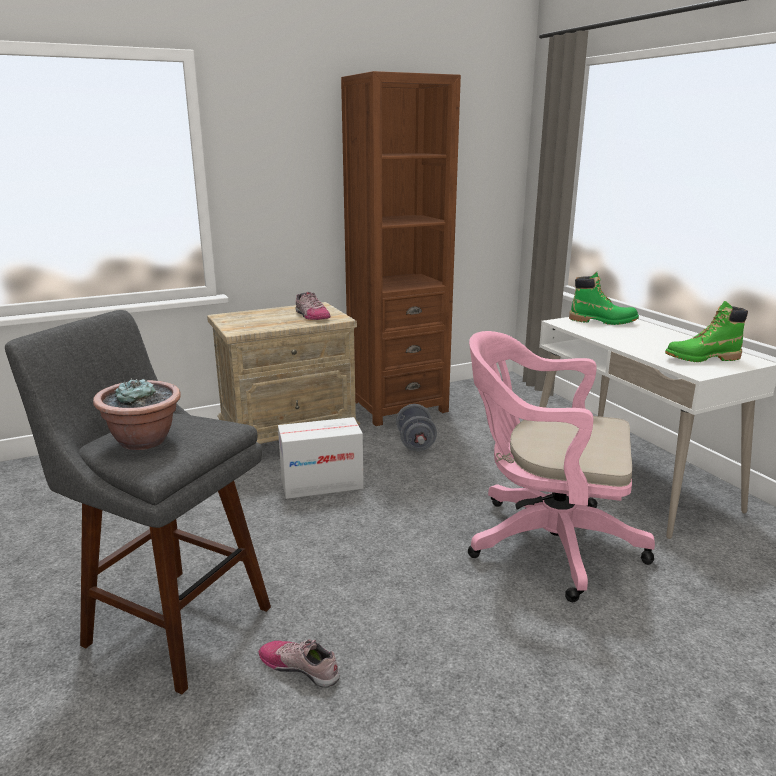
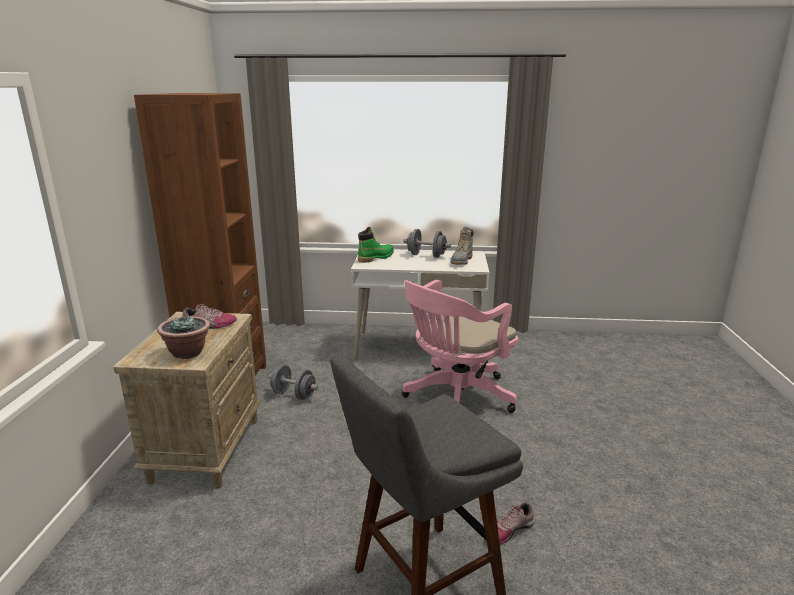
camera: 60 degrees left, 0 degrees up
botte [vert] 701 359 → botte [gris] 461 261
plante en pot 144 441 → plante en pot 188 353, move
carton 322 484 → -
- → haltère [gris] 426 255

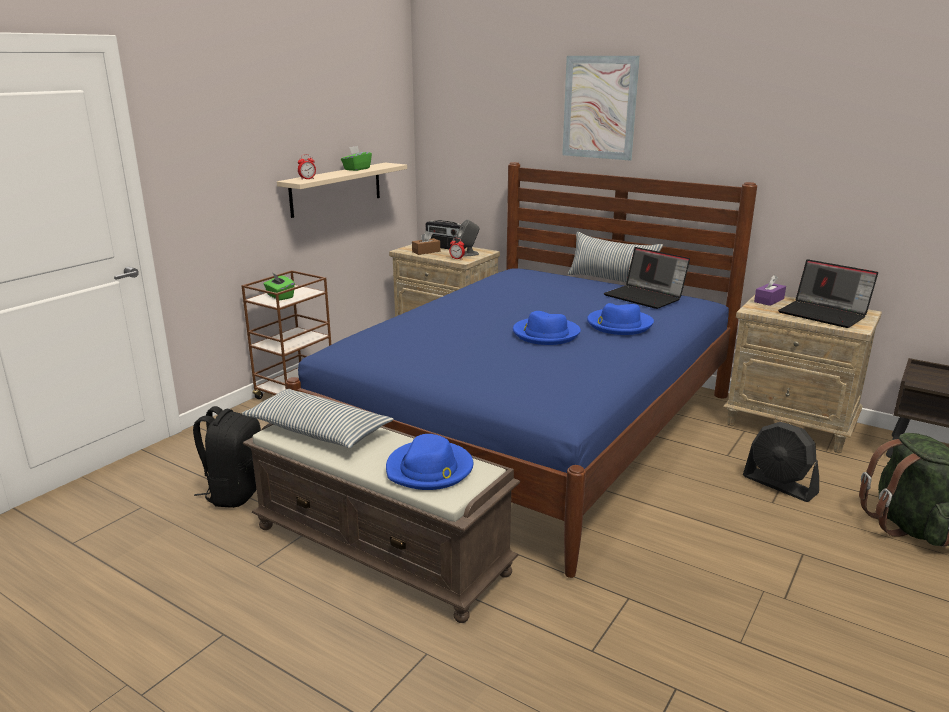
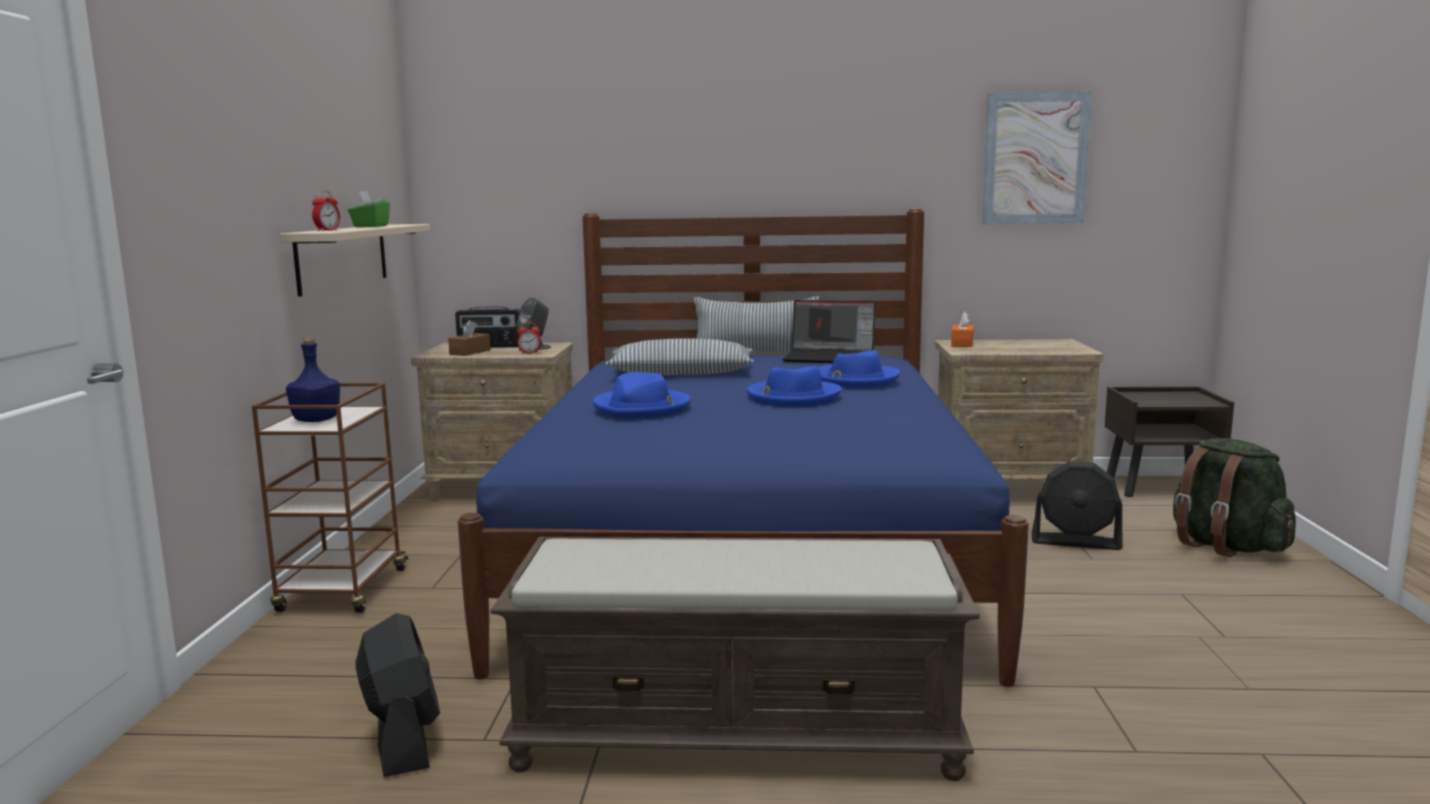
camera: 30 degrees left, 10 degrees down
tableau 599 107 → tableau 1035 158, move
ordinateur portable 824 314 → -
boîte à mouchoirs [vert] 280 296 → bouteille [bleu] 317 420
boîte à mouchoirs [violet] 769 300 → boîte à mouchoirs [orange] 962 344
coussin 318 431 → coussin 681 373, move
sac à dos [noir] 235 492 → ventilateur [noir] 403 740
chapeau [bleu] 429 469 → chapeau [bleu] 642 408, move

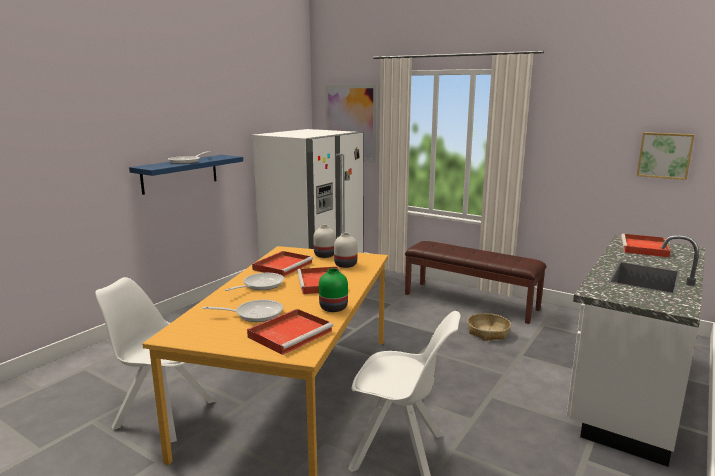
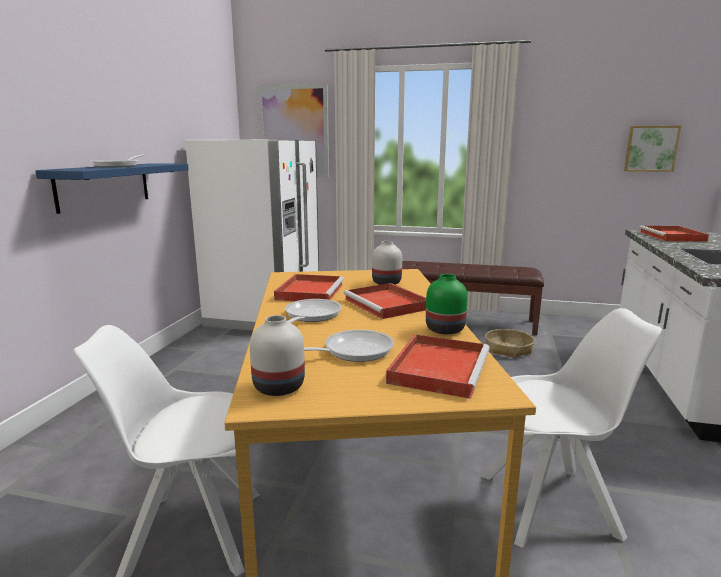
camera: 20 degrees left, 0 degrees up
vase [blanc] 324 255 → vase [blanc] 277 387, move

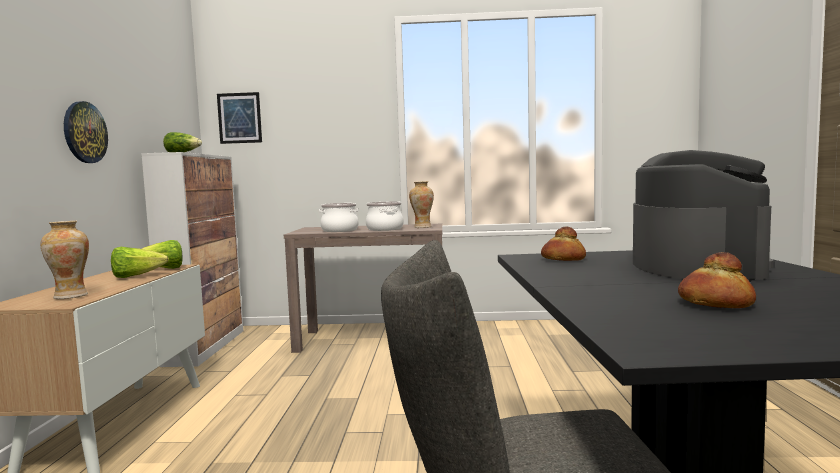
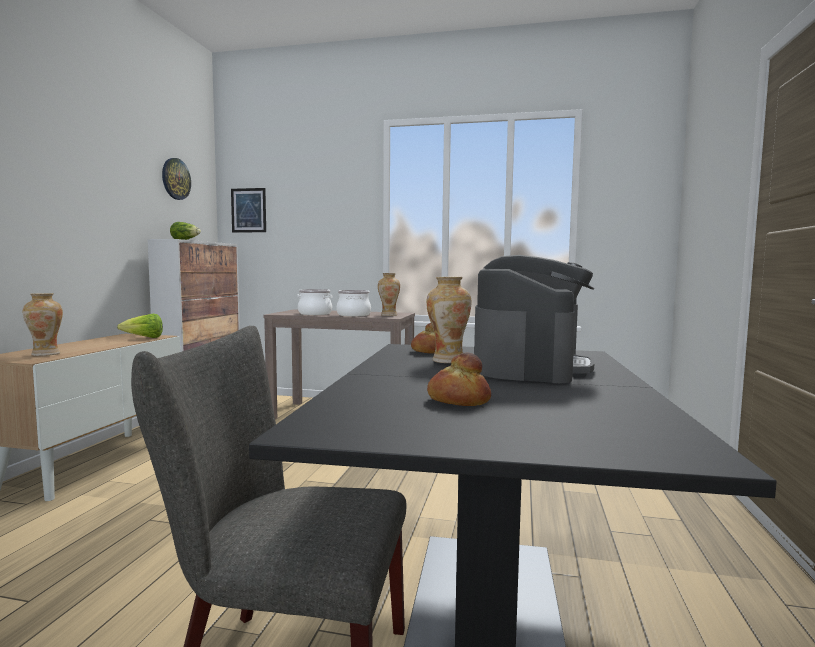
camera: 10 degrees right, 0 degrees up
horloge murale 84 132 → horloge murale 175 179, move
laitue 136 276 → -
- → vase 447 360

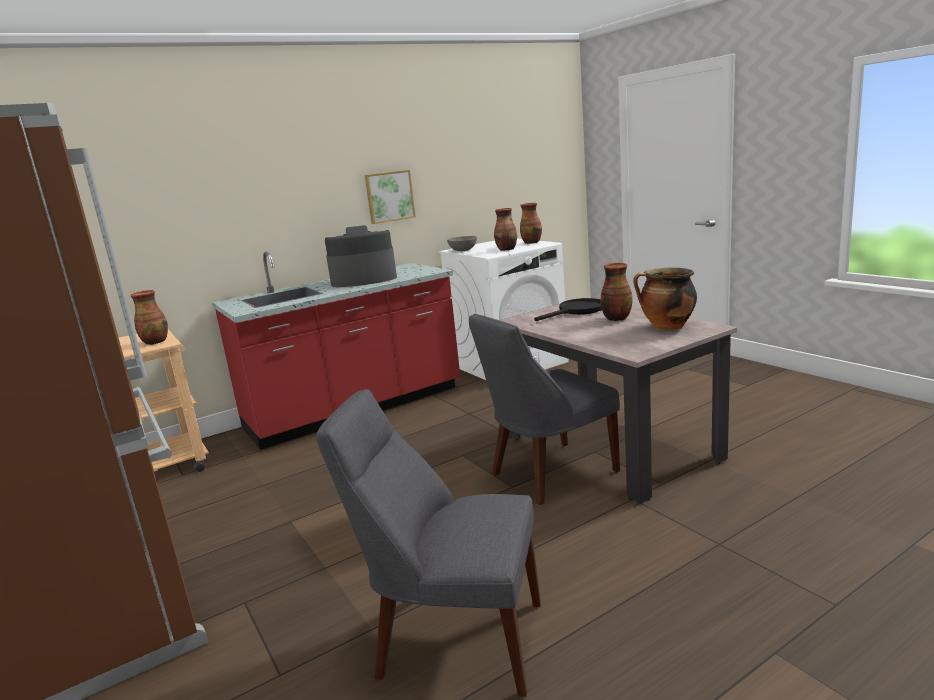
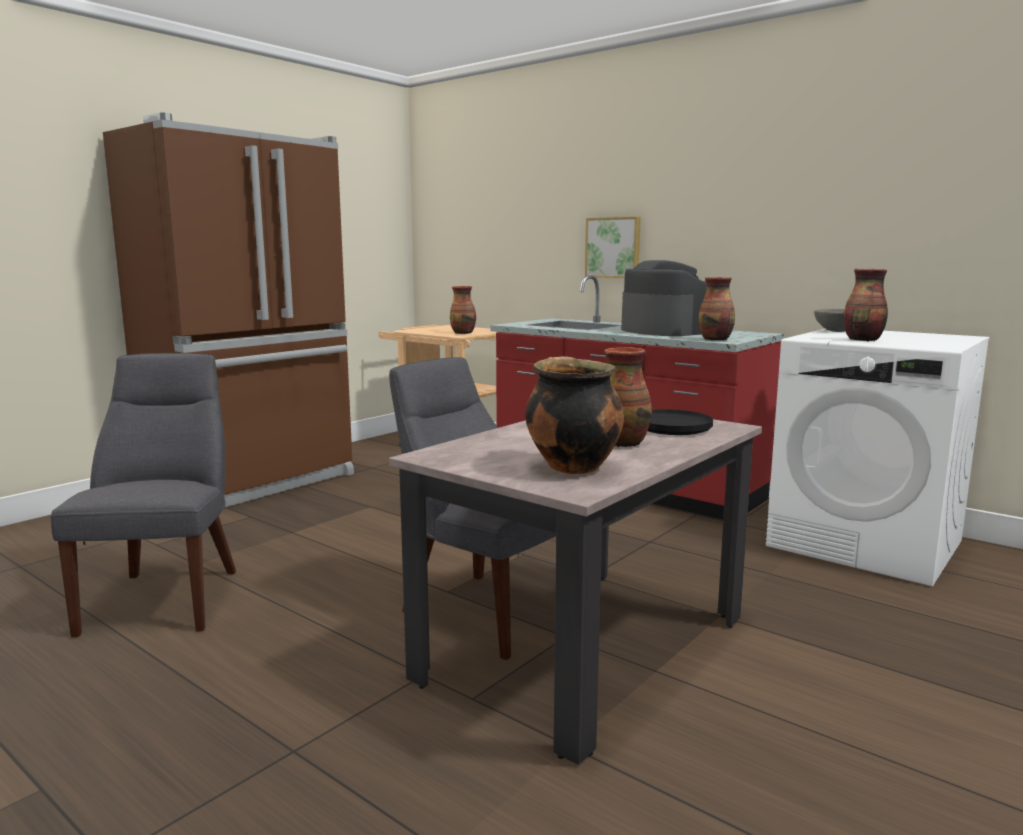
camera: 70 degrees right, 5 degrees down
tableau 389 196 → tableau 613 247, move
vase 532 242 → vase 716 339, move

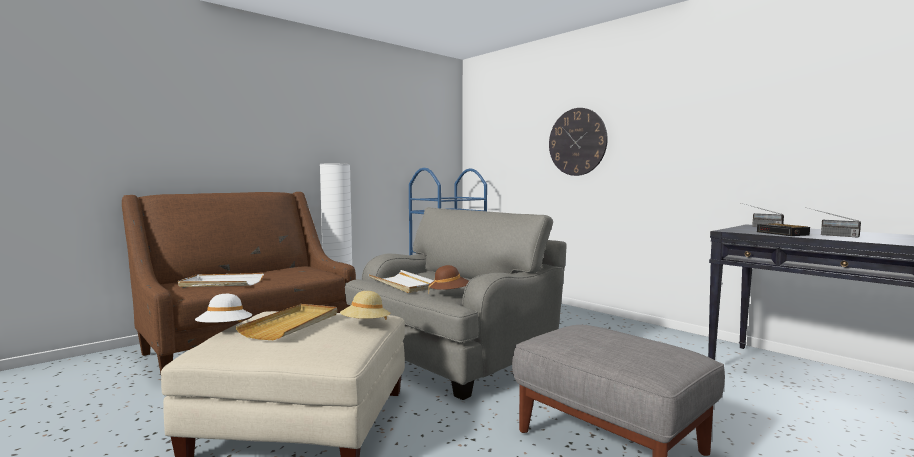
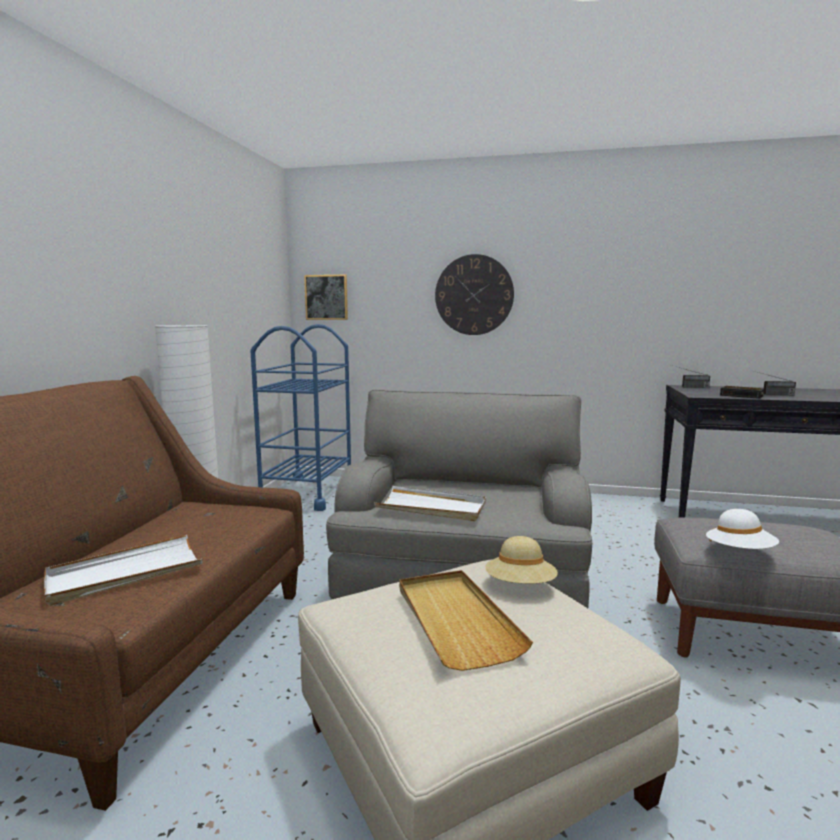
camera: 35 degrees left, 5 degrees up
chapeau [marron] 449 294 → -
chapeau [blanc] 225 329 → chapeau [blanc] 740 552, move
- → tableau 326 297

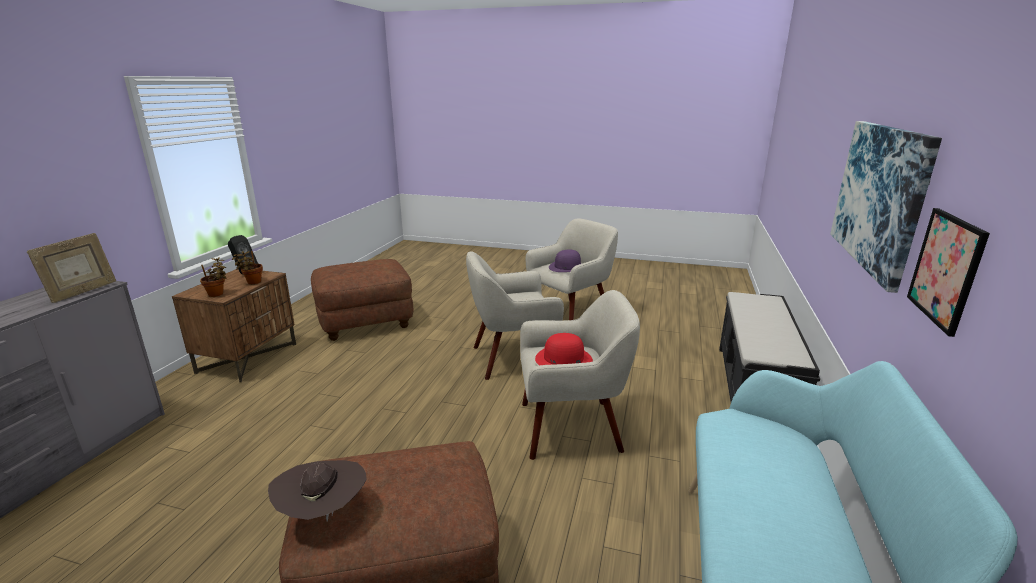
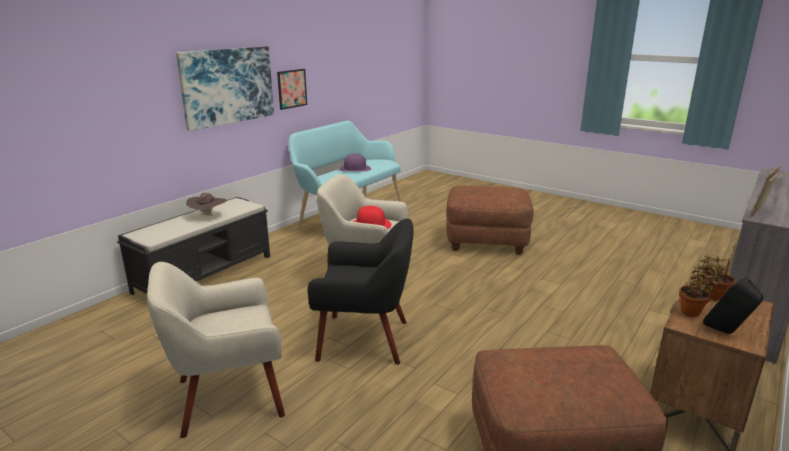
camera: 160 degrees left, 0 degrees up
chapeau [violet] 567 267 → chapeau [violet] 355 168, move
fauteuil [beige] 512 358 → fauteuil [noir] 365 339
chapeau [marron] 323 512 → chapeau [marron] 208 216, move

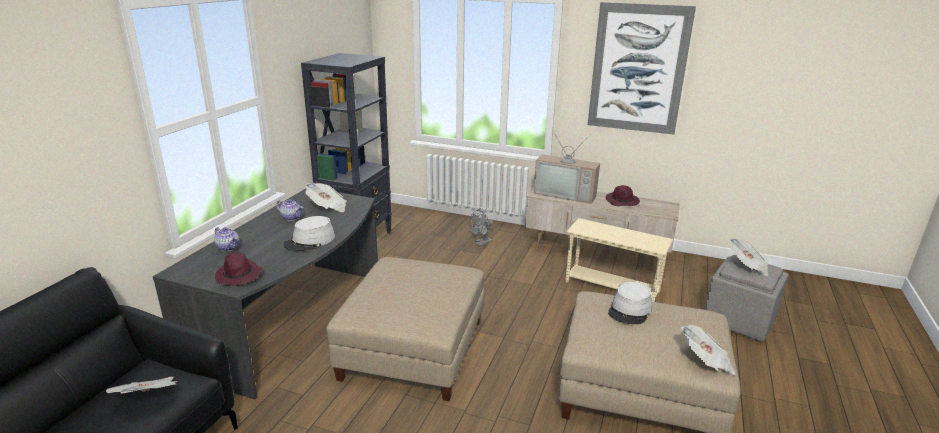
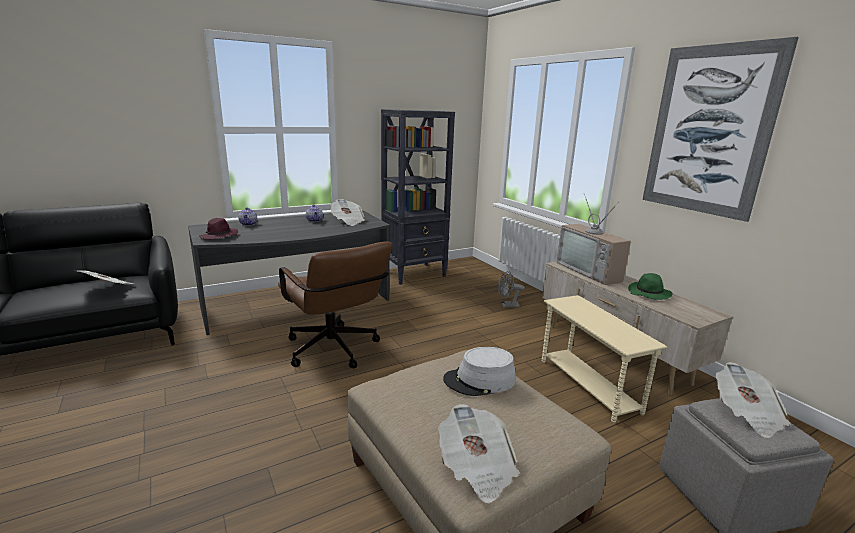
camera: 40 degrees right, 5 degrees down
chapeau [violet] 622 201 → chapeau [vert] 649 294
chapeau [gris] 310 241 → -
pouf [beige] 414 349 → chaise de bureau [marron] 335 352

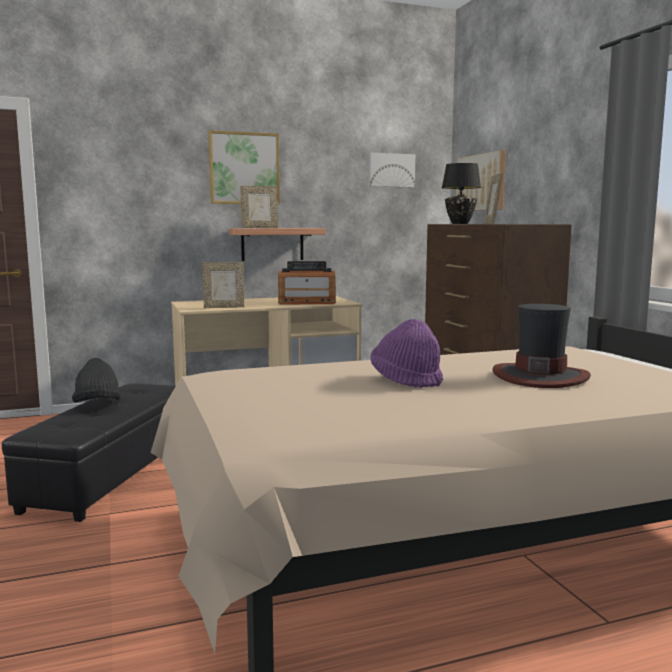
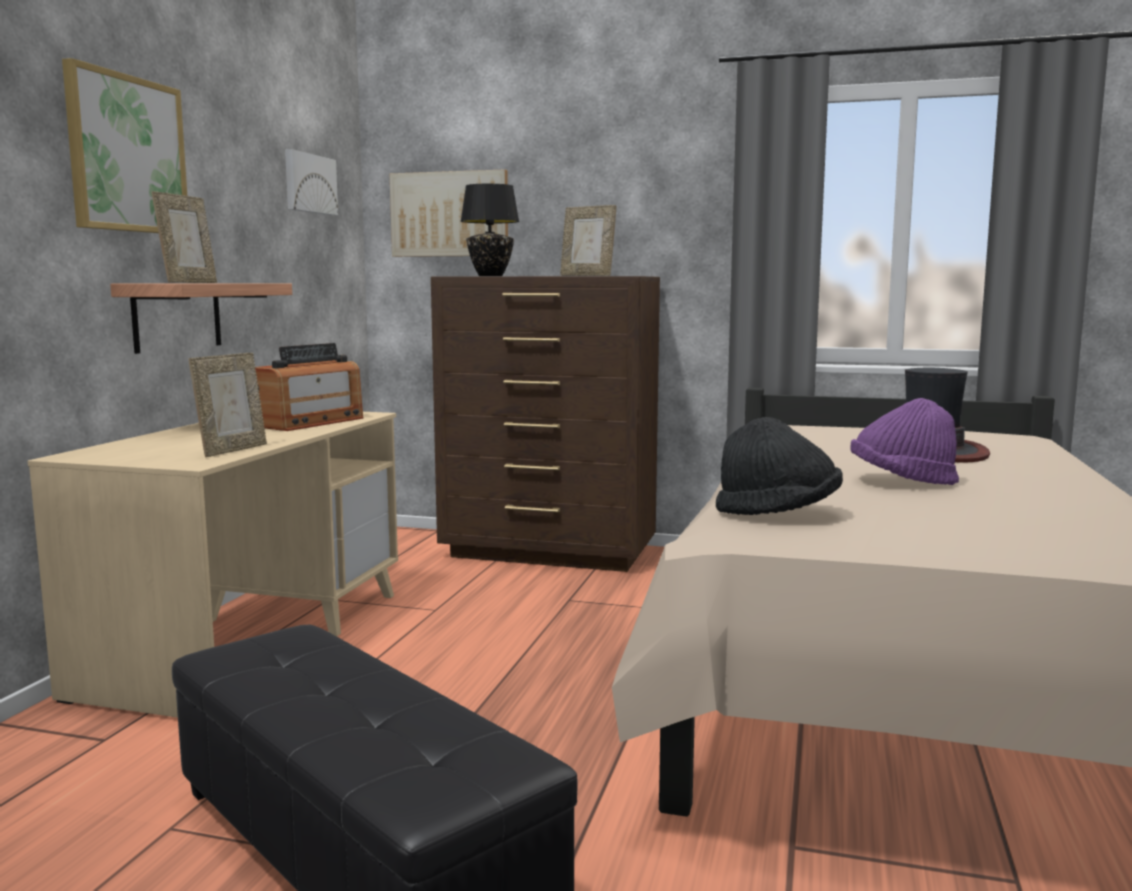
camera: 55 degrees left, 0 degrees up
chapeau [noir] 97 405 → chapeau [noir] 778 513, move

